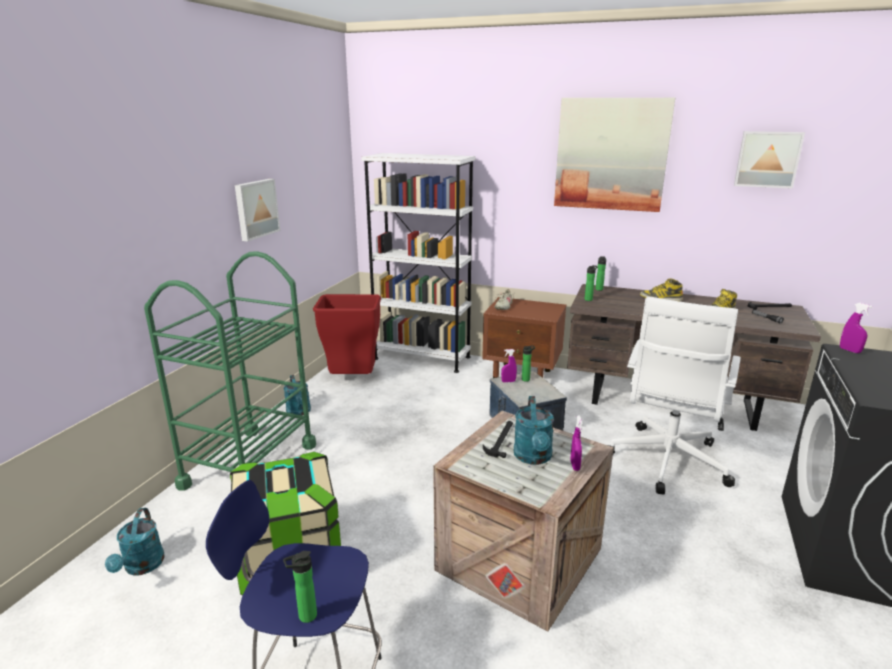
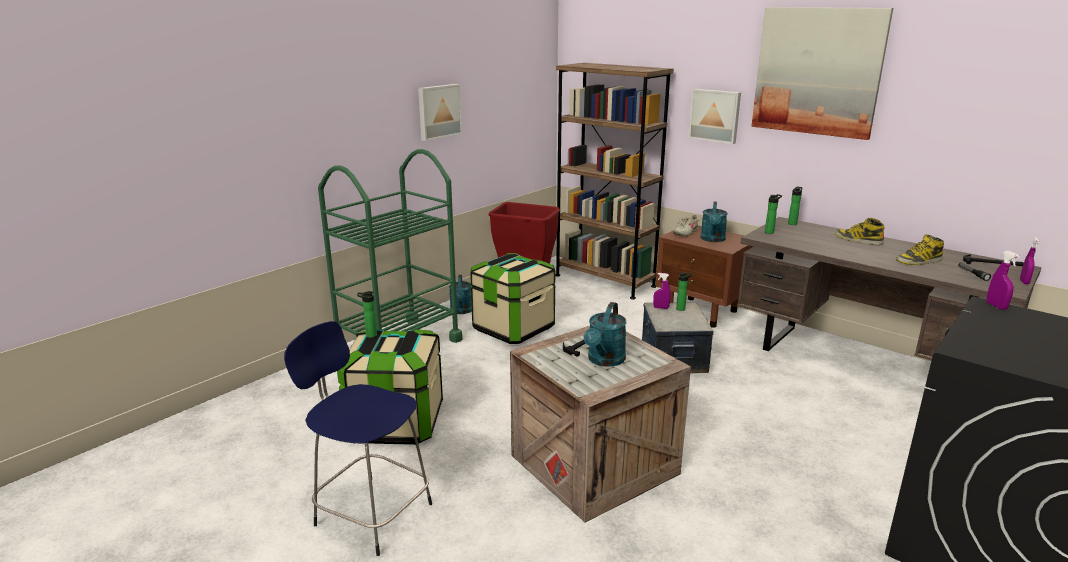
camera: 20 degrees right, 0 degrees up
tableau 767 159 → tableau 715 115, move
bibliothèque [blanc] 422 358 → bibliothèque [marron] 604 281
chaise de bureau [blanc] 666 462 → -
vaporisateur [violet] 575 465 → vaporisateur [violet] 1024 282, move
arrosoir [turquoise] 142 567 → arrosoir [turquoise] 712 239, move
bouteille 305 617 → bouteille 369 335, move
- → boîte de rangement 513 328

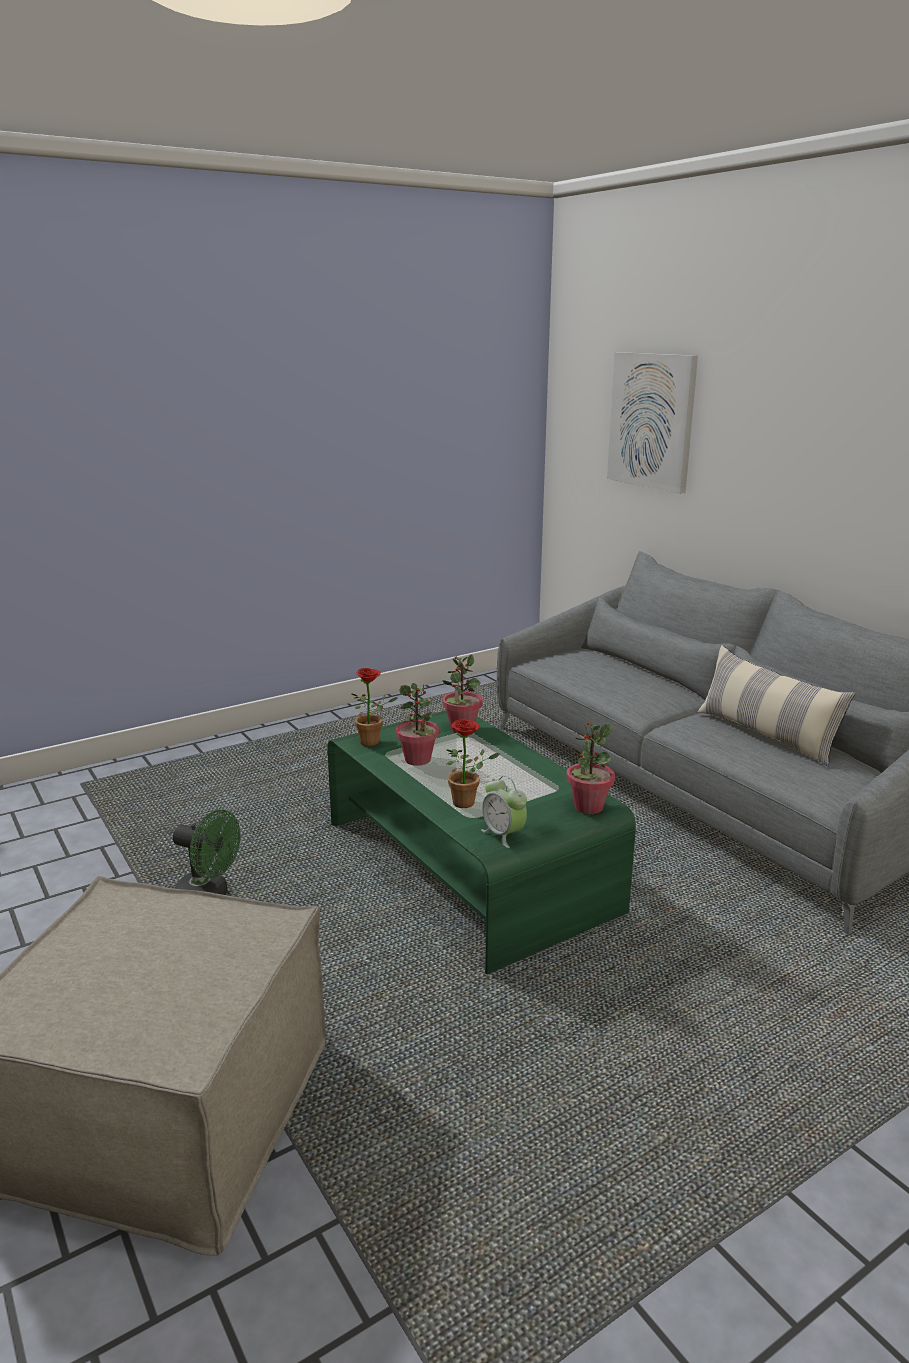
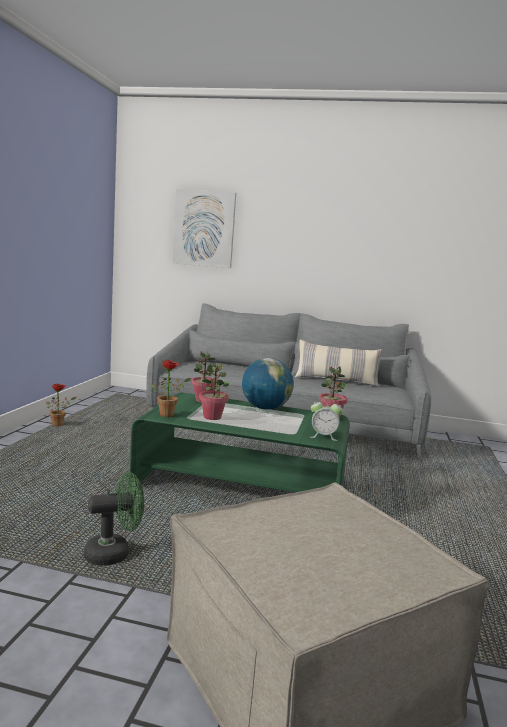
camera: 45 degrees left, 10 degrees down
plante en pot 468 803 → plante en pot 60 424, move
- → globe 265 408

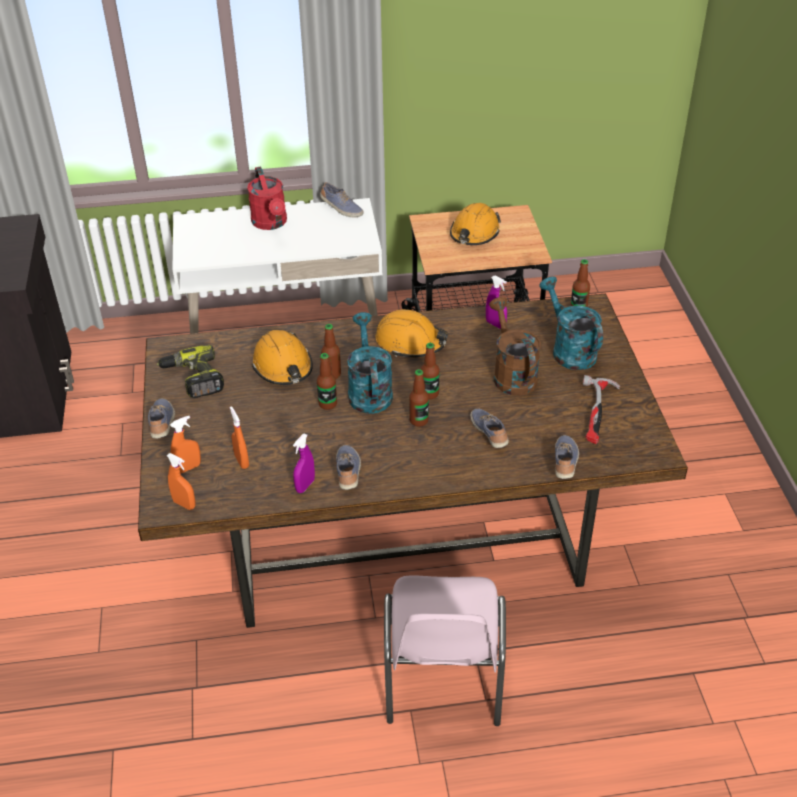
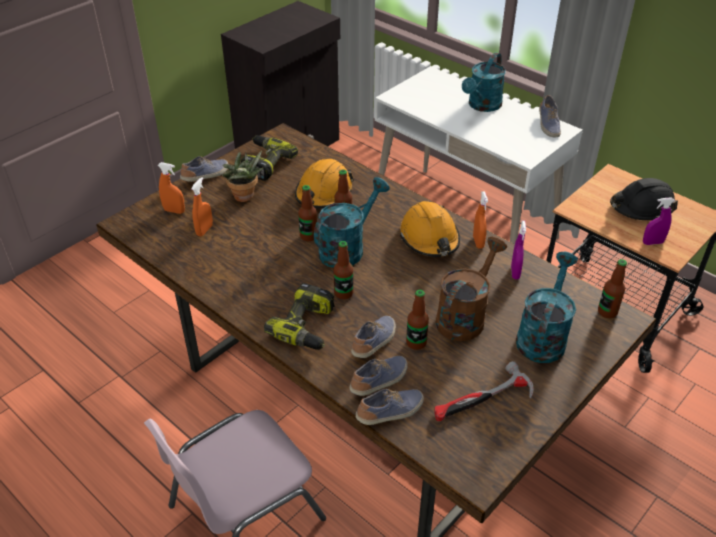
camera: 50 degrees right, 0 degrees up
arrosoir [rouge] 271 223 → arrosoir [turquoise] 482 106
casque de chantier [orange] 474 233 → casque de chantier [noir] 641 208
bouteille 429 394 → bouteille 416 343, move
vaporisateur [violet] 305 485 → vaporisateur [violet] 652 242, move
chaussure 348 472 → chaussure 380 381, move
vaporisateur [orange] 184 504 → vaporisateur [orange] 478 242, move
- → plante en pot 245 198
- → perceuse 308 327

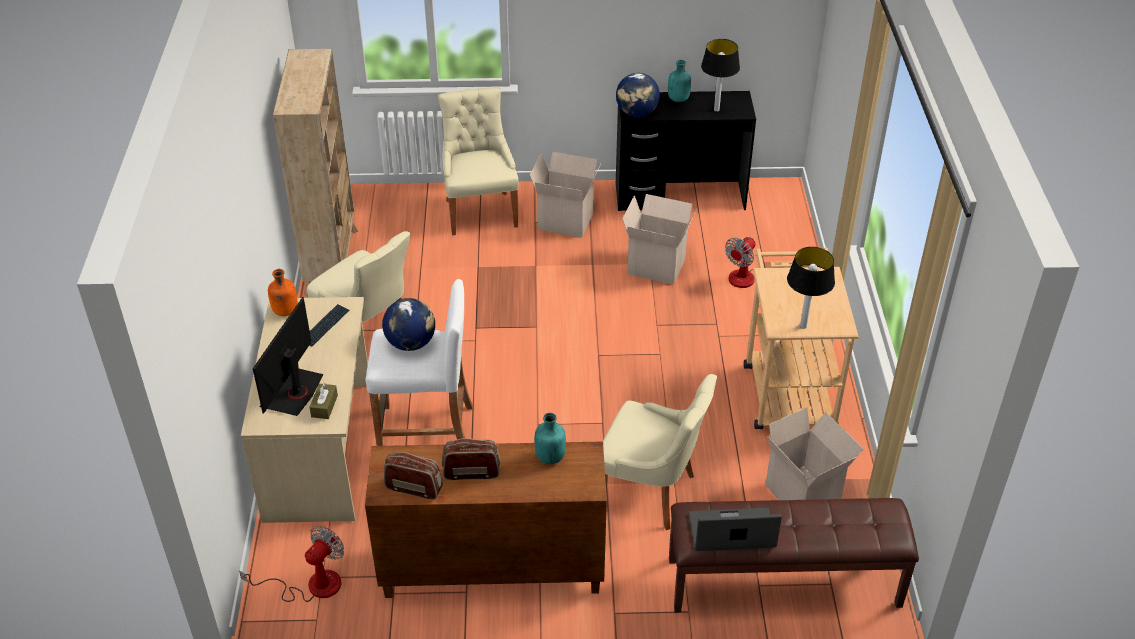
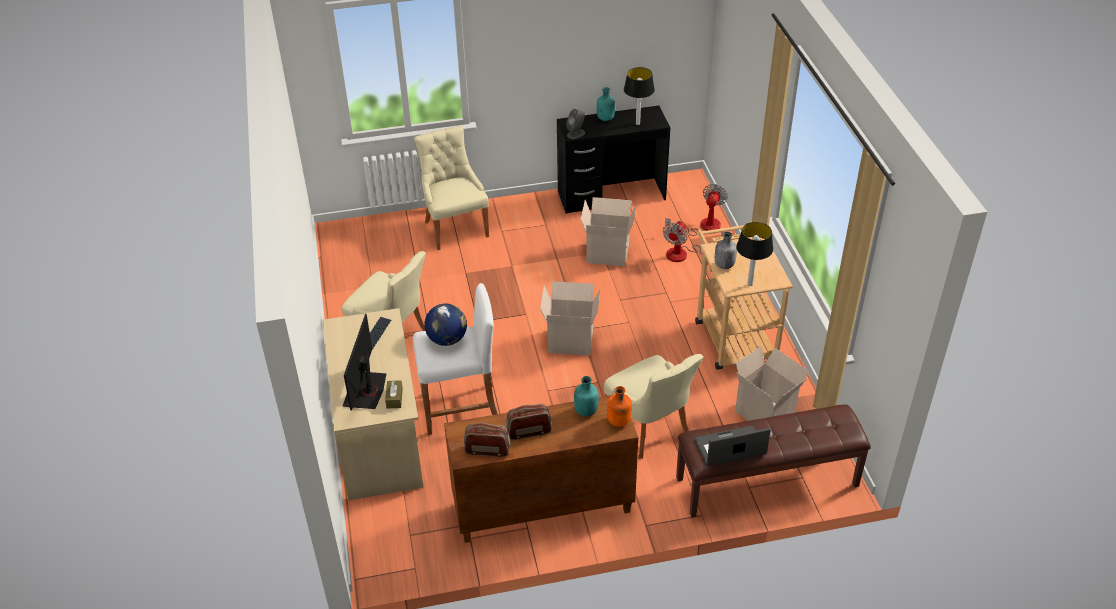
camera: 10 degrees left, 0 degrees up
bibliothèque [beige] 332 261 → -
globe 637 113 → enceinte [gris] 576 134
carton 566 220 → carton 571 340, move
bouteille [orange] 285 311 → bouteille [orange] 618 421, move
chaise [beige] 651 493 → chaise [beige] 650 430, 45 degrees clockwise
ventilateur 311 585 → ventilateur 703 226, move
- → bouteille [gris] 724 265

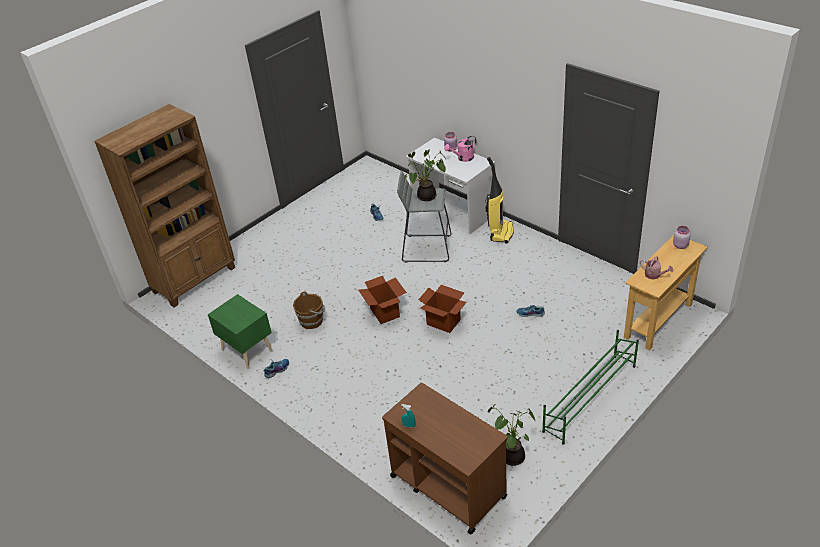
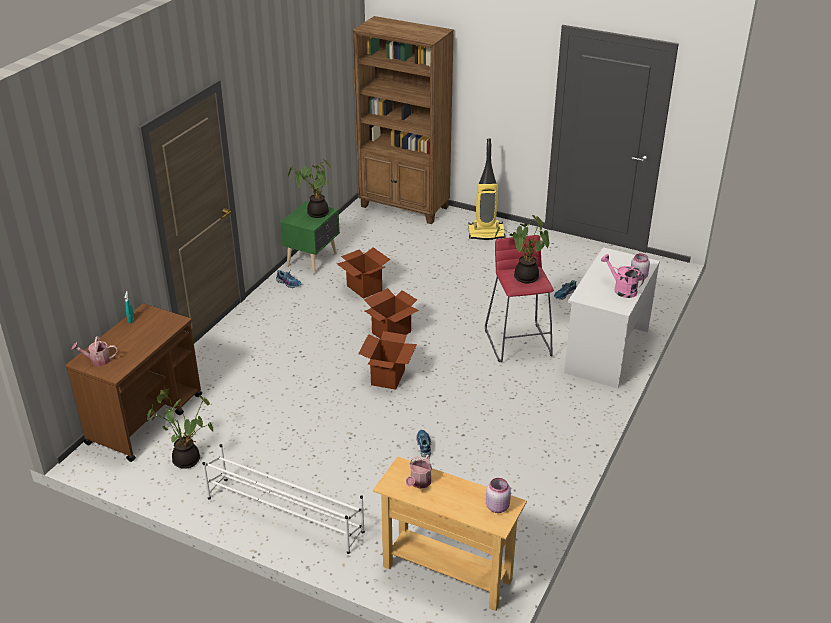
camera: 70 degrees right, 5 degrees down
aspirateur 500 232 → aspirateur 486 233, move
tabouret [gris] 426 248 → tabouret [rouge] 518 342
seau [marron] 312 321 → carton 364 288
étagère à chaussures [vert] 589 398 → étagère à chaussures [blanc] 284 514
- → plante en pot 316 213
- → arrosoir 97 360

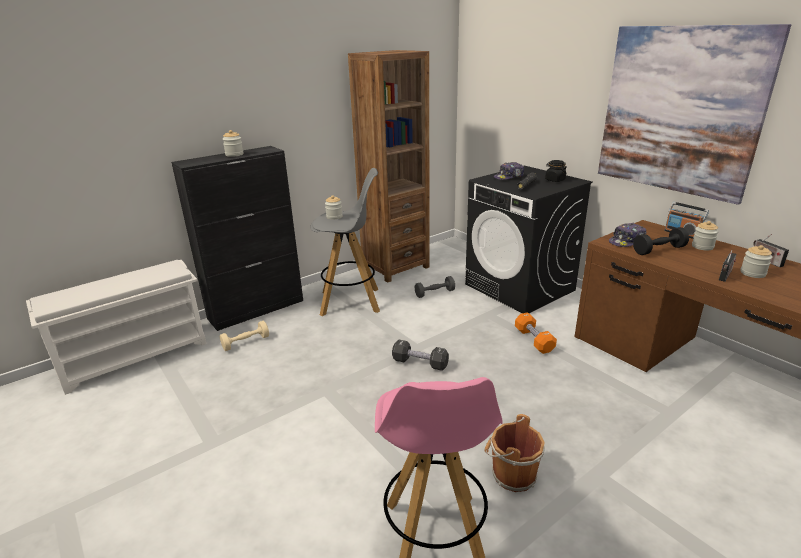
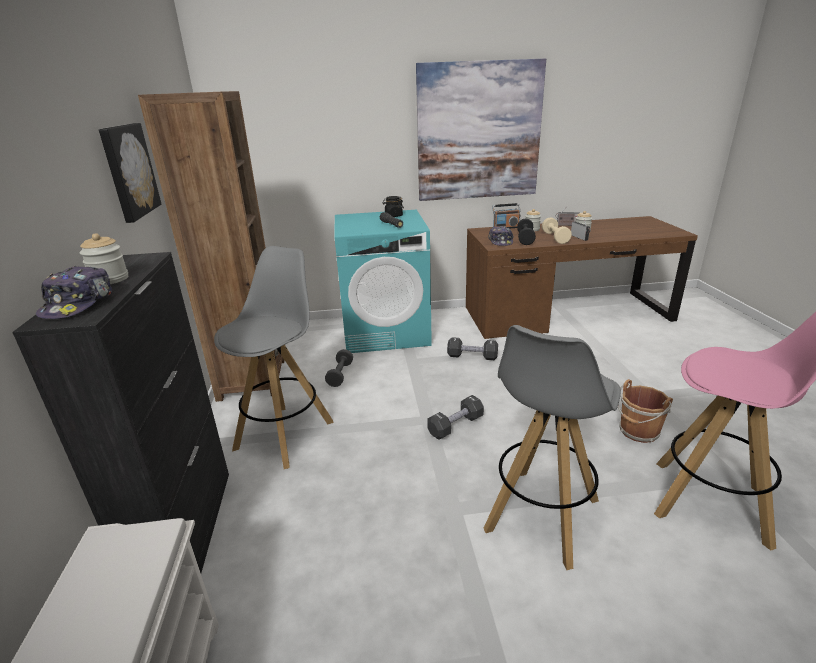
camera: 60 degrees left, 0 degrees up
casquette 509 177 → casquette 79 304, move
lave-linge [noir] 520 287 → lave-linge [turquoise] 386 332
bocal 334 217 → -
haltère [orange] 534 340 → haltère [noir] 472 356
haltère [beige] 246 342 → haltère [beige] 555 238, move
- → tableau 128 171
- → tabouret [gris] 541 515

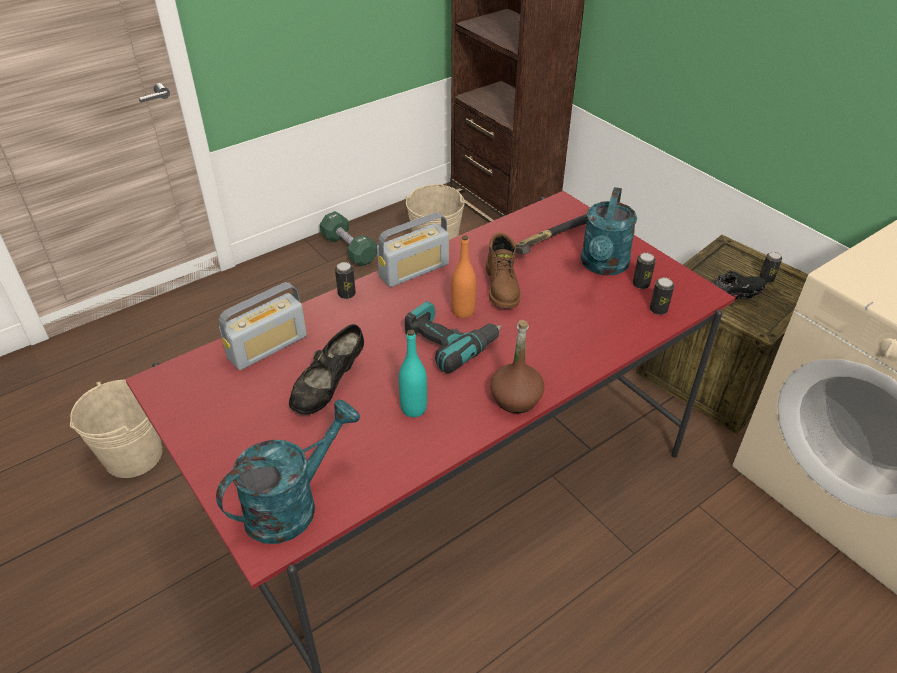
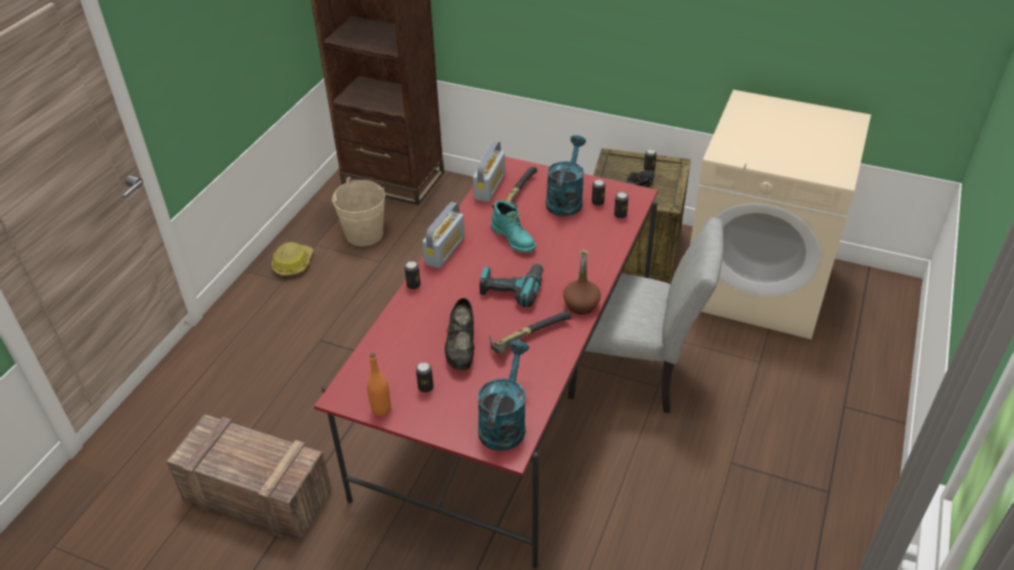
camera: 30 degrees left, 0 degrees up
arrosoir [turquoise] 603 266 → arrosoir [turquoise] 565 199, 150 degrees counterclockwise
haltère [vert] 349 249 → casque de chantier 293 264
botte [marron] 503 287 → botte [turquoise] 514 238
bouteille [orange] 463 311 → bouteille [orange] 381 409, move
radio 268 347 → radio 489 186, move
bouteille [turquoise] 414 408 → marteau 526 337
seau [beige] 133 455 → caisse 255 495
- → chaise [gris] 635 376
- → boîte métallique 425 387

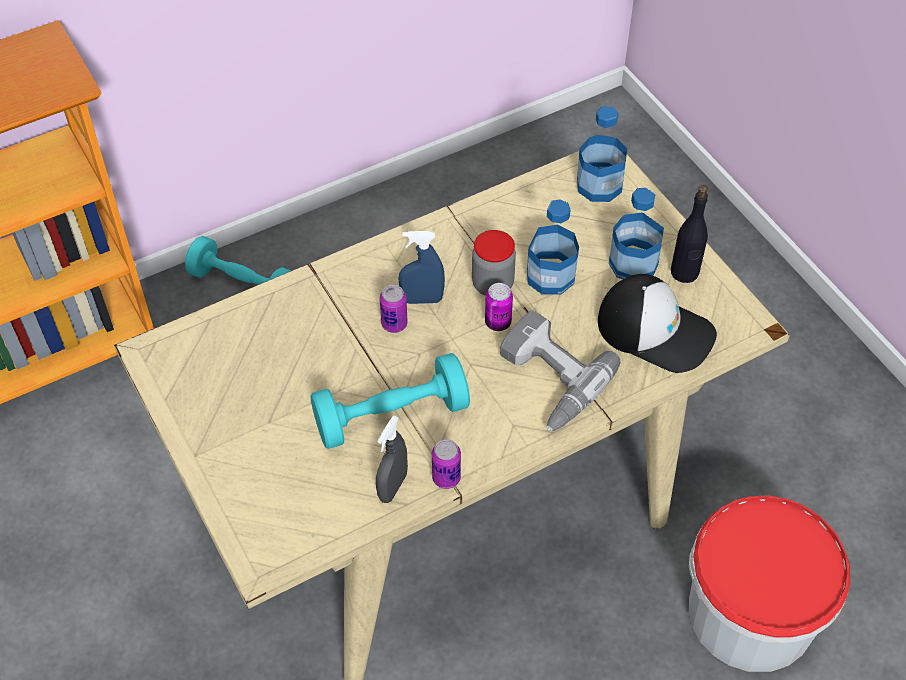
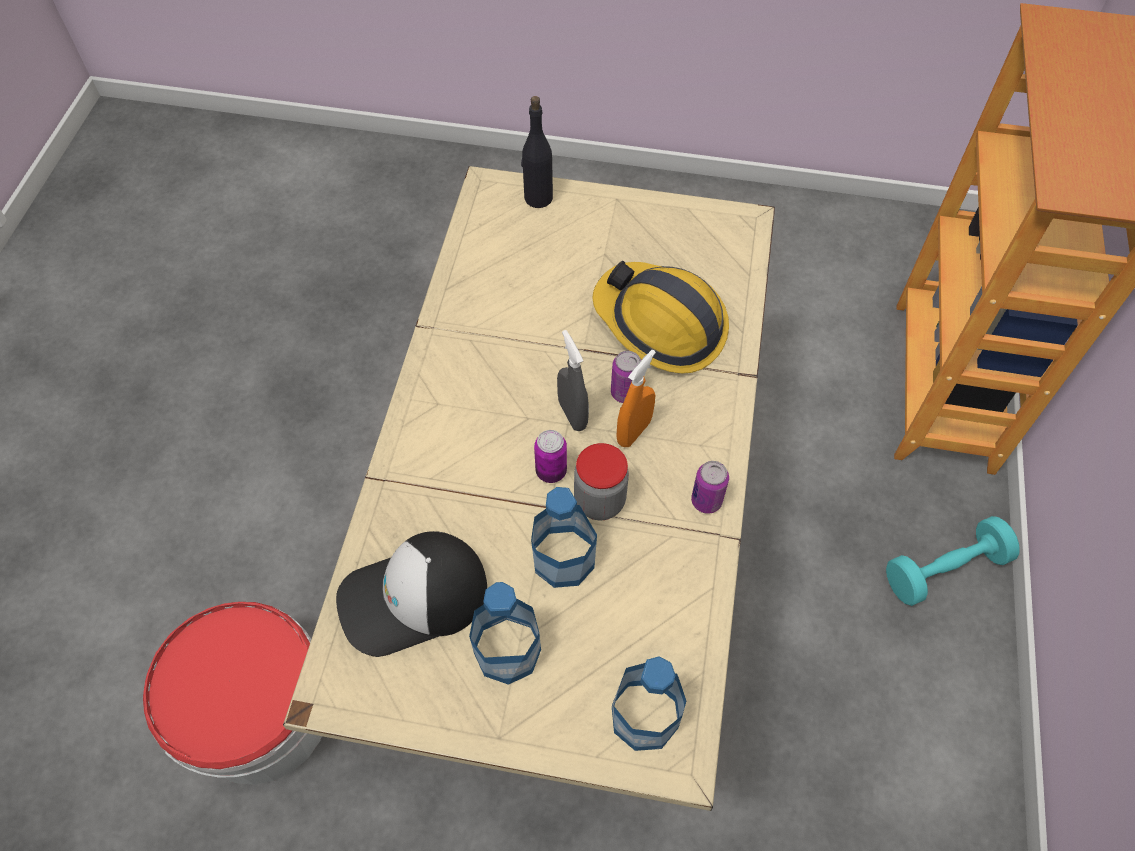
camera: 130 degrees right, 5 degrees up
bouteille [noir] 684 273 → bouteille [noir] 538 197, move
vaporisateur [bleu] 422 299 → vaporisateur [orange] 634 432
perceuse 546 380 → -
haltère [turquoise] 391 416 → -
vaporisateur [gris] 392 487 → vaporisateur [gris] 572 414, move
boîte métallique 446 478 → boîte métallique 706 501, move
- → casque de chantier 660 325

